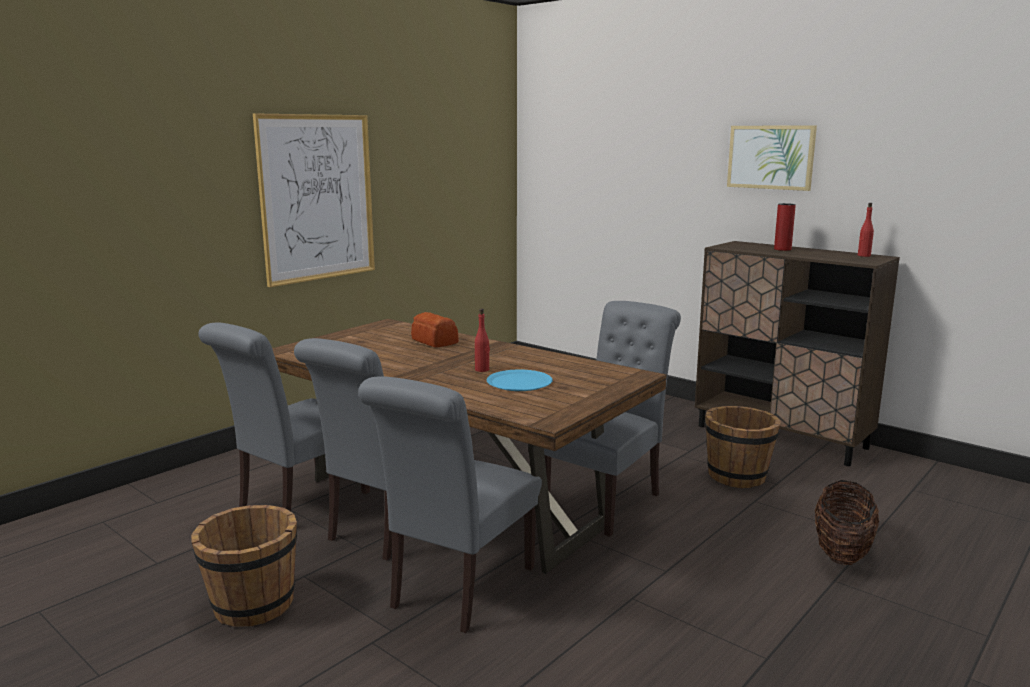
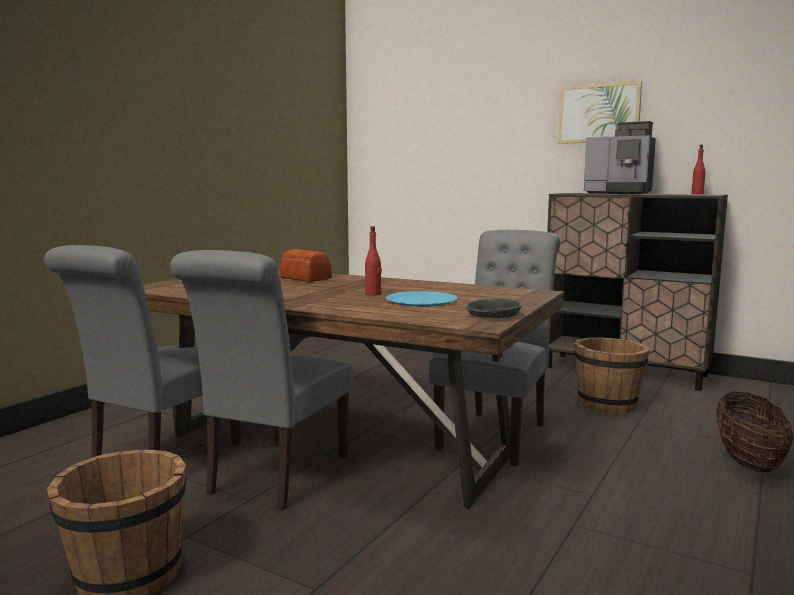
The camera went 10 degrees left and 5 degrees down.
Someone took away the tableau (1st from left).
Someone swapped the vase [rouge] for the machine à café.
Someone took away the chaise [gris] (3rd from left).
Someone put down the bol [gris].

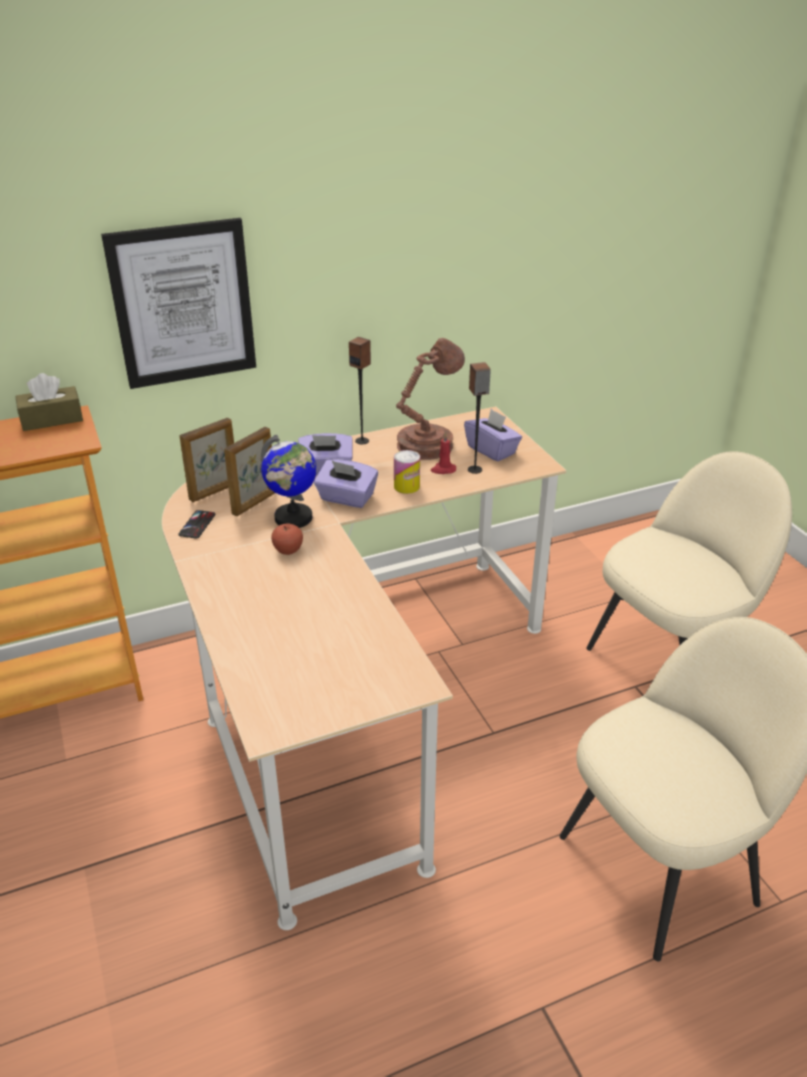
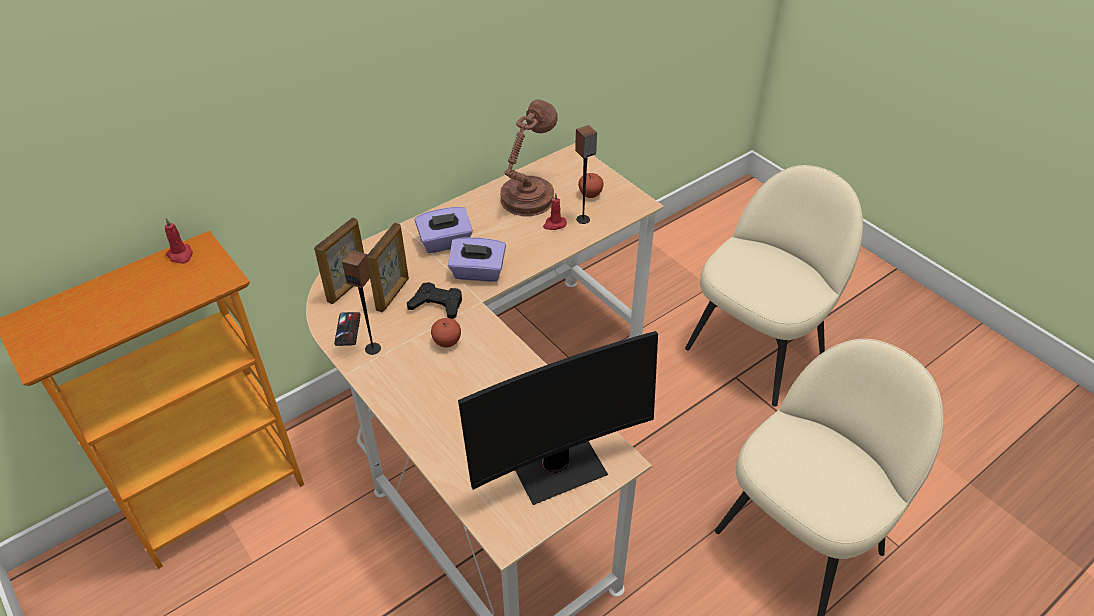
The camera went 15 degrees left and 10 degrees up.
Someone took away the tableau.
Someone carried the enceinte (1st from left).
Someone swapped the boîte à mouchoirs [marron] for the bougie [rouge] (1st from left).
Someone swapped the boîte à mouchoirs [violet] (3rd from left) for the pomme (2nd from left).
Someone swapped the globe for the manette [noir].
Someone took away the boîte métallique.
Someone put down the écran d'ordinateur.

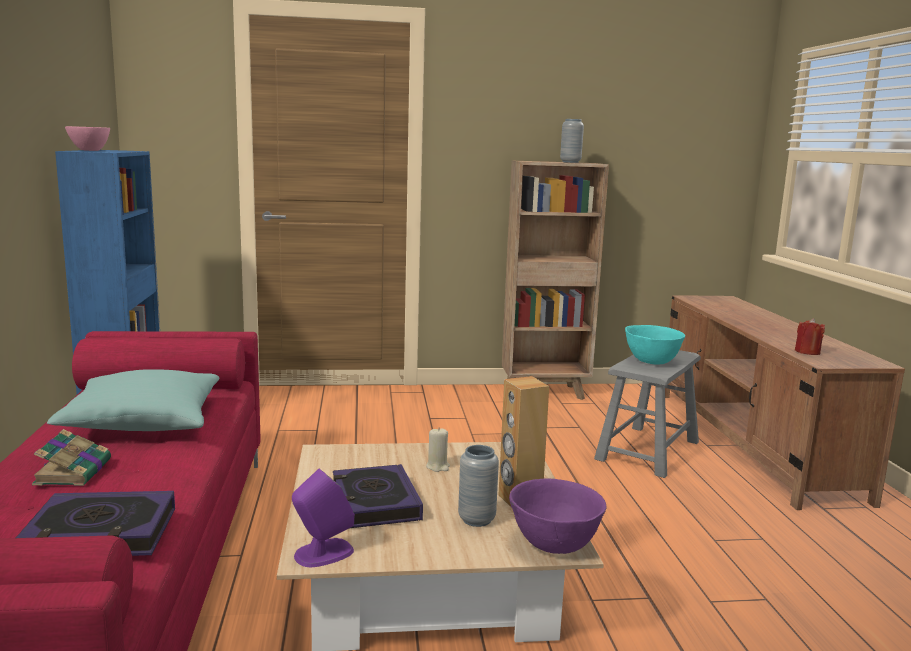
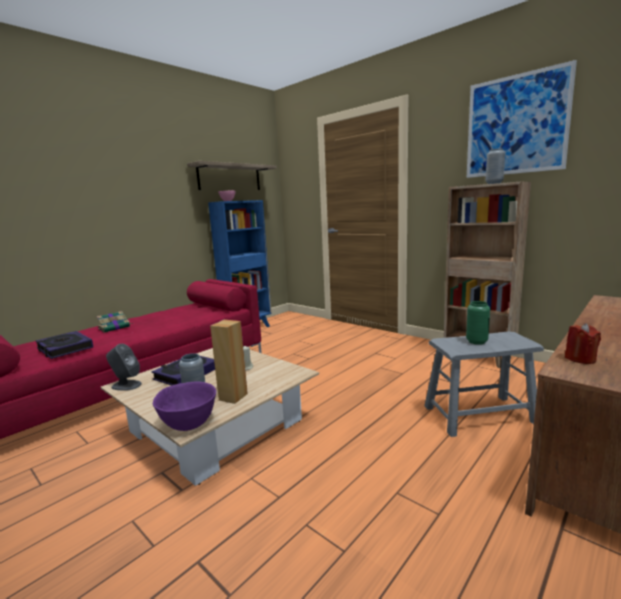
The camera went 50 degrees right and 0 degrees up.
Someone swapped the bol [turquoise] for the vase [vert].
Someone took away the coussin [turquoise].
Someone repainted the enceinte [violet], which became the enceinte [gris].
Someone put up the tableau.
Someone put up the étagère.

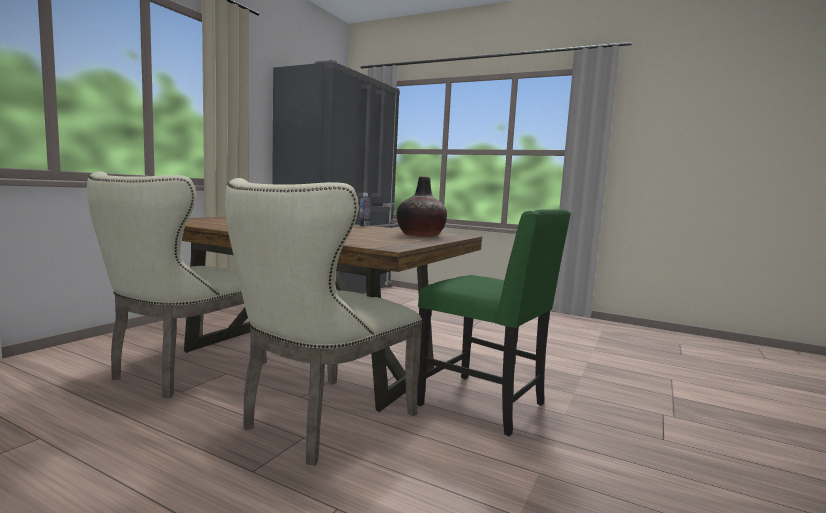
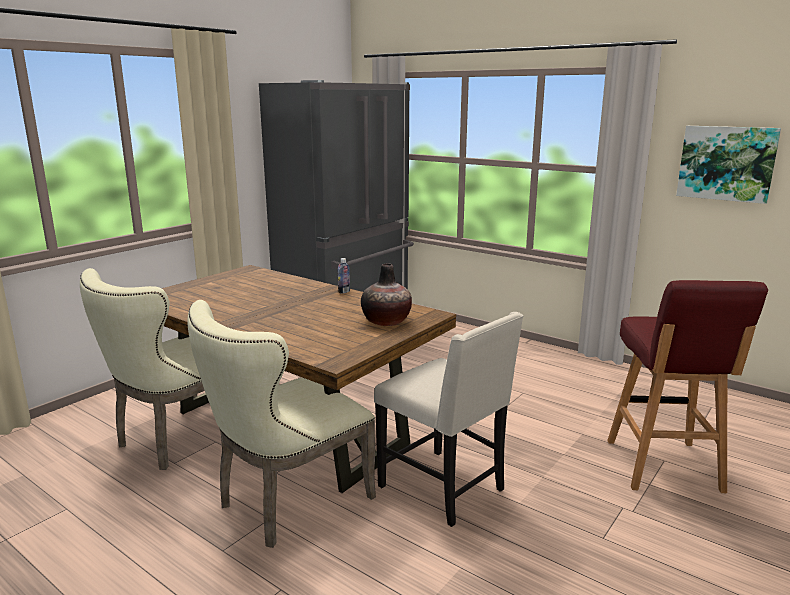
The camera went 10 degrees right and 10 degrees up.
Someone repainted the chaise [vert], which became the chaise [beige] (3rd from left).
Someone put up the tableau.
Someone put down the tabouret [rouge].

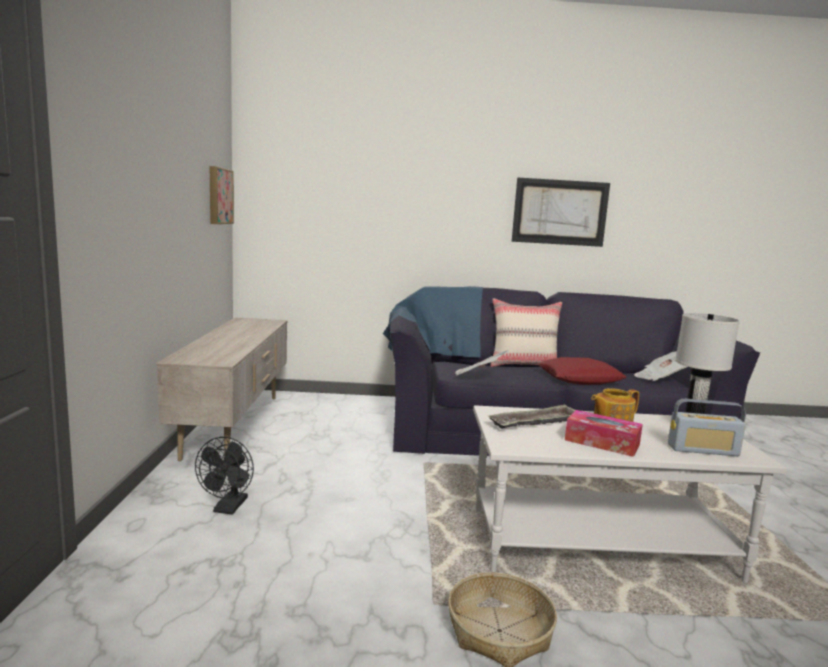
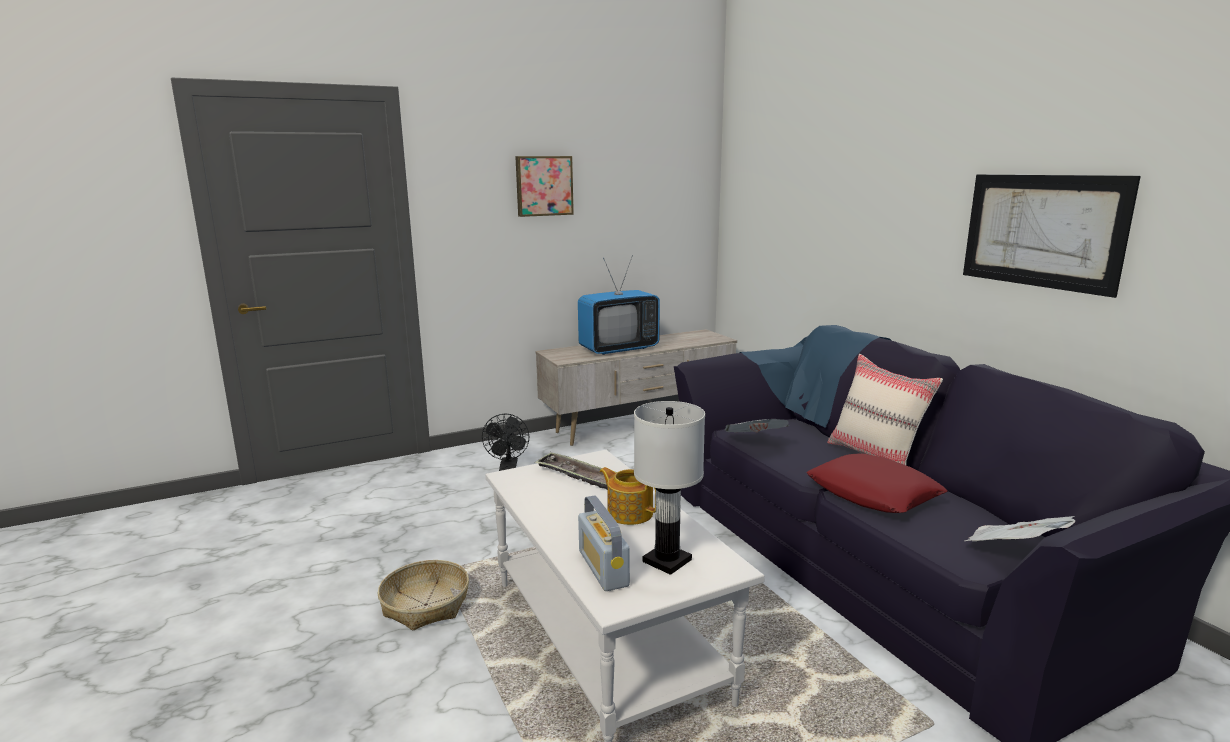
The camera went 65 degrees right and 5 degrees up.
Someone carried the tableau (1st from left).
Someone took away the boîte à mouchoirs.
Someone rotated the ventilateur [noir] by 75 degrees counterclockwise.
Someone put down the téléviseur.

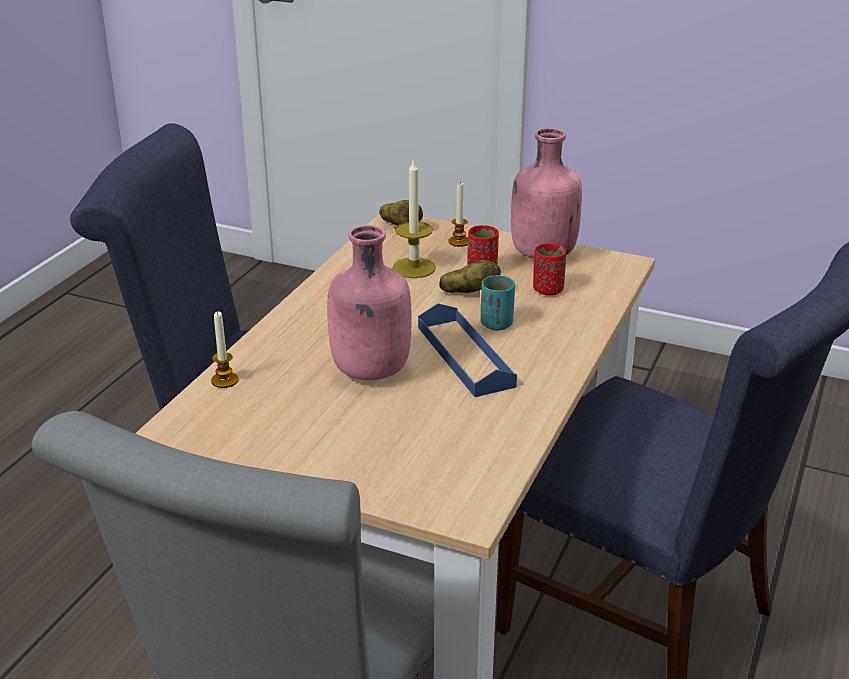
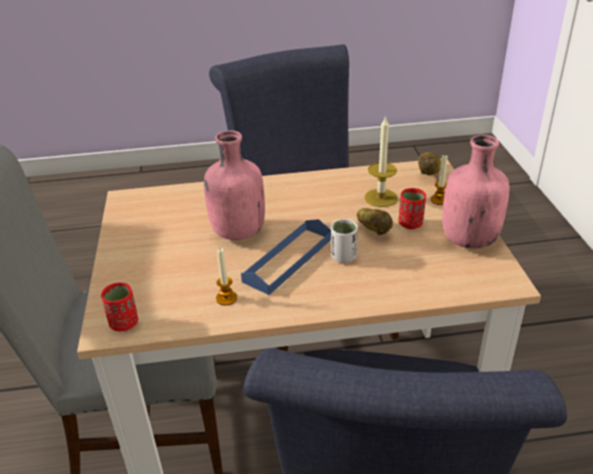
The camera went 60 degrees right and 5 degrees up.
Someone carried the tasse [rouge] (2nd from left in the first image).
Someone repainted the tasse [turquoise], which became the tasse [blanc].
Someone carried the bougie (1st from left).

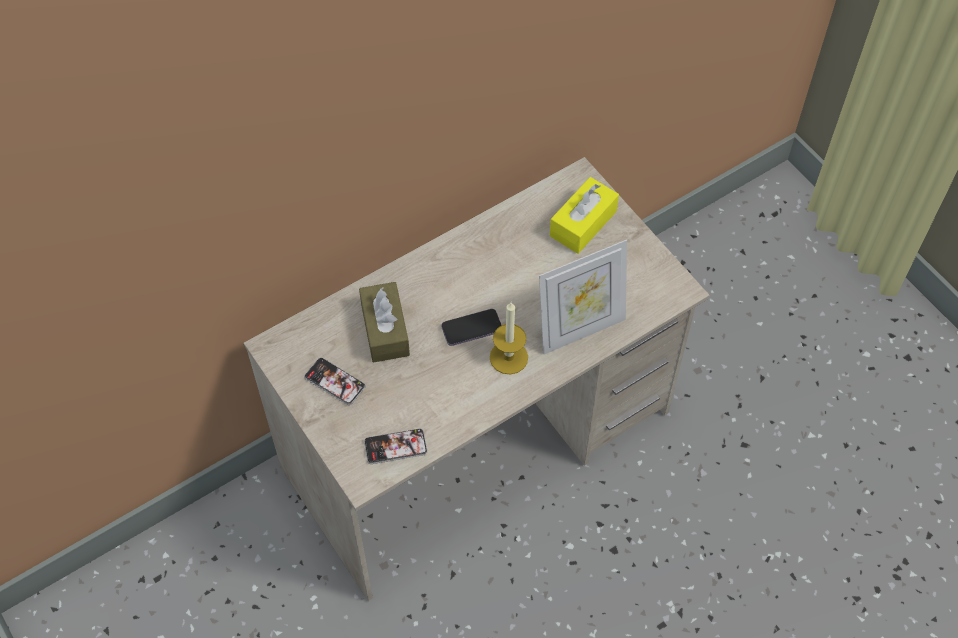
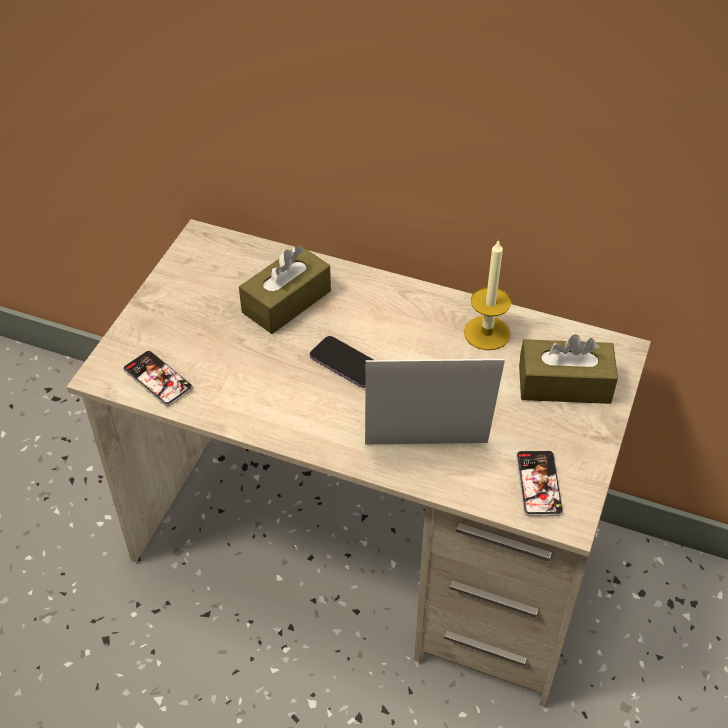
The camera went 55 degrees right and 10 degrees down.
Someone repainted the boîte à mouchoirs [jaune], which became the boîte à mouchoirs [marron] (2nd from left).
Someone rotated the cadre photo by 150 degrees clockwise.
Someone carried the bougie.
Someone carried the téléphone (1st from left in the first image).

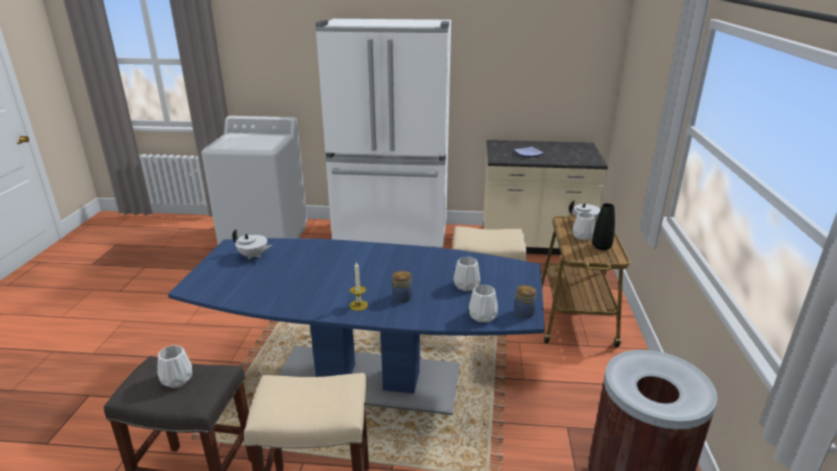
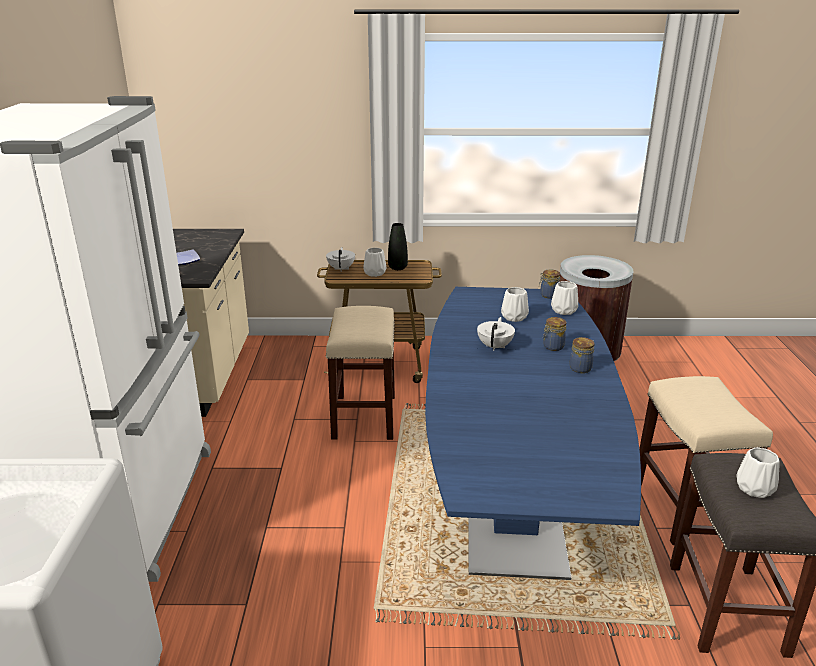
The camera went 95 degrees left and 0 degrees up.
Someone carried the théière [blanc] (1st from left in the first image).
Someone swapped the bougie for the bocal (3rd from left).

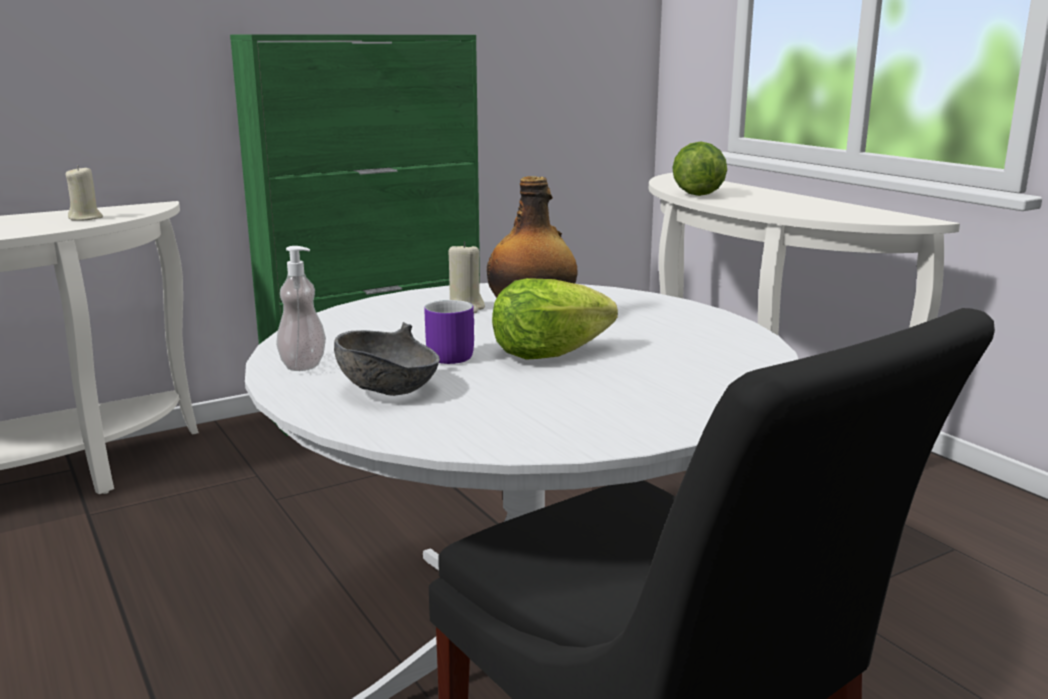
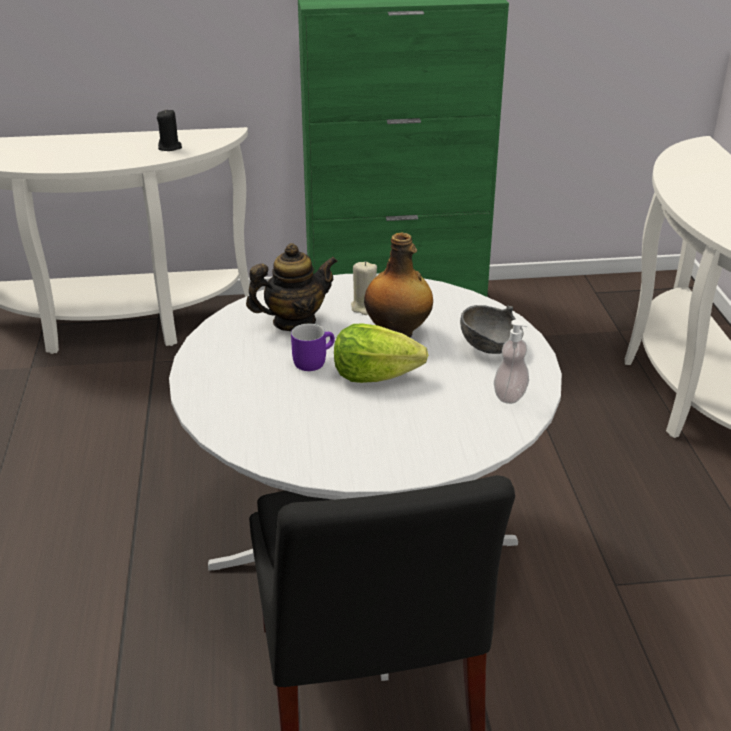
The camera went 25 degrees right and 15 degrees up.
Someone took away the laitue (2nd from left).
Someone repainted the bougie [beige] (1st from left), which became the bougie [noir].
Someone carried the distributeur de savon.
Someone carried the bol [gris].
Someone put down the théière.

